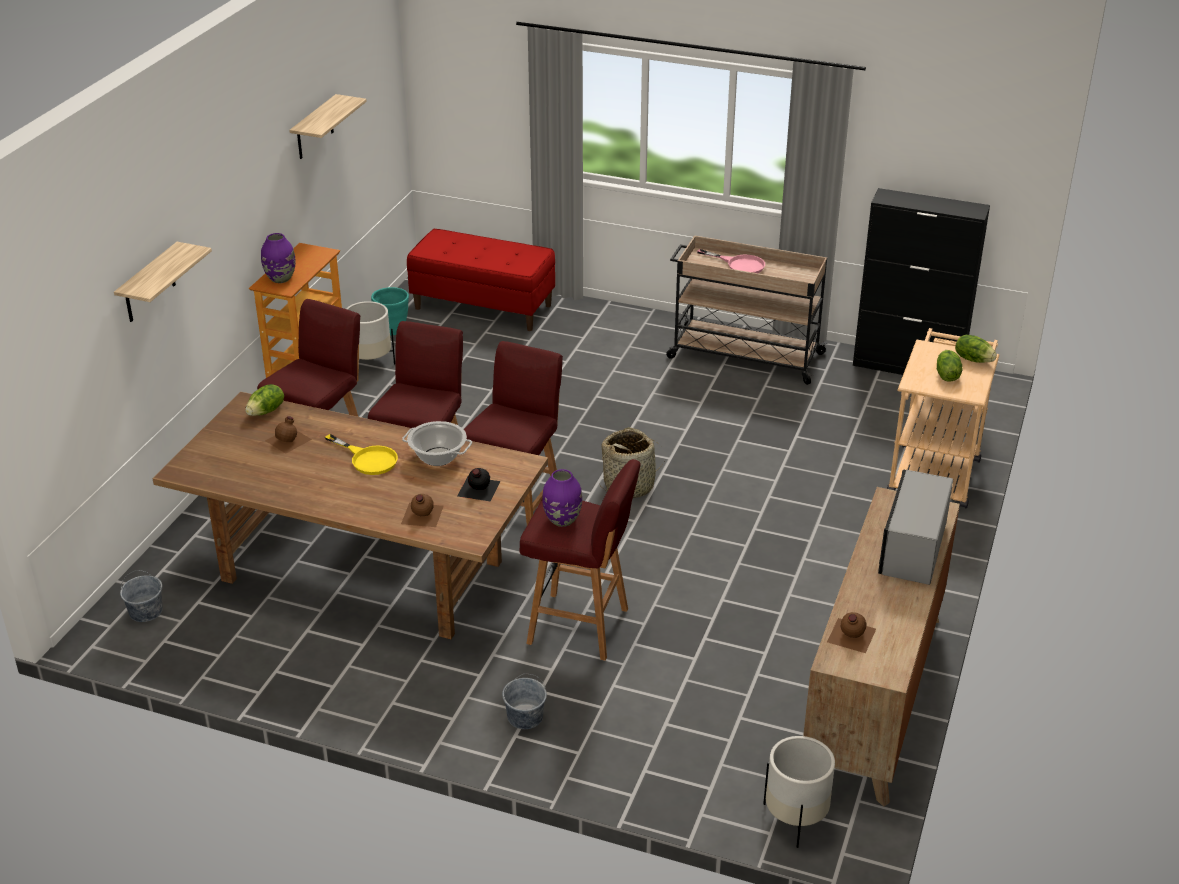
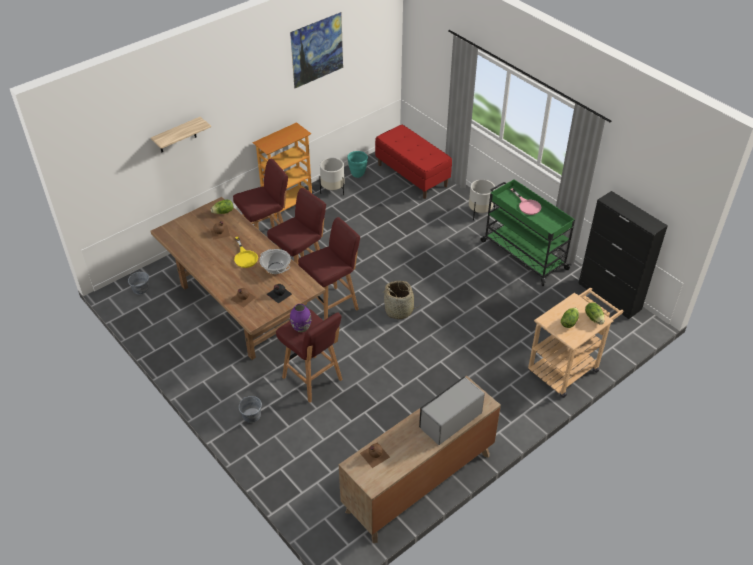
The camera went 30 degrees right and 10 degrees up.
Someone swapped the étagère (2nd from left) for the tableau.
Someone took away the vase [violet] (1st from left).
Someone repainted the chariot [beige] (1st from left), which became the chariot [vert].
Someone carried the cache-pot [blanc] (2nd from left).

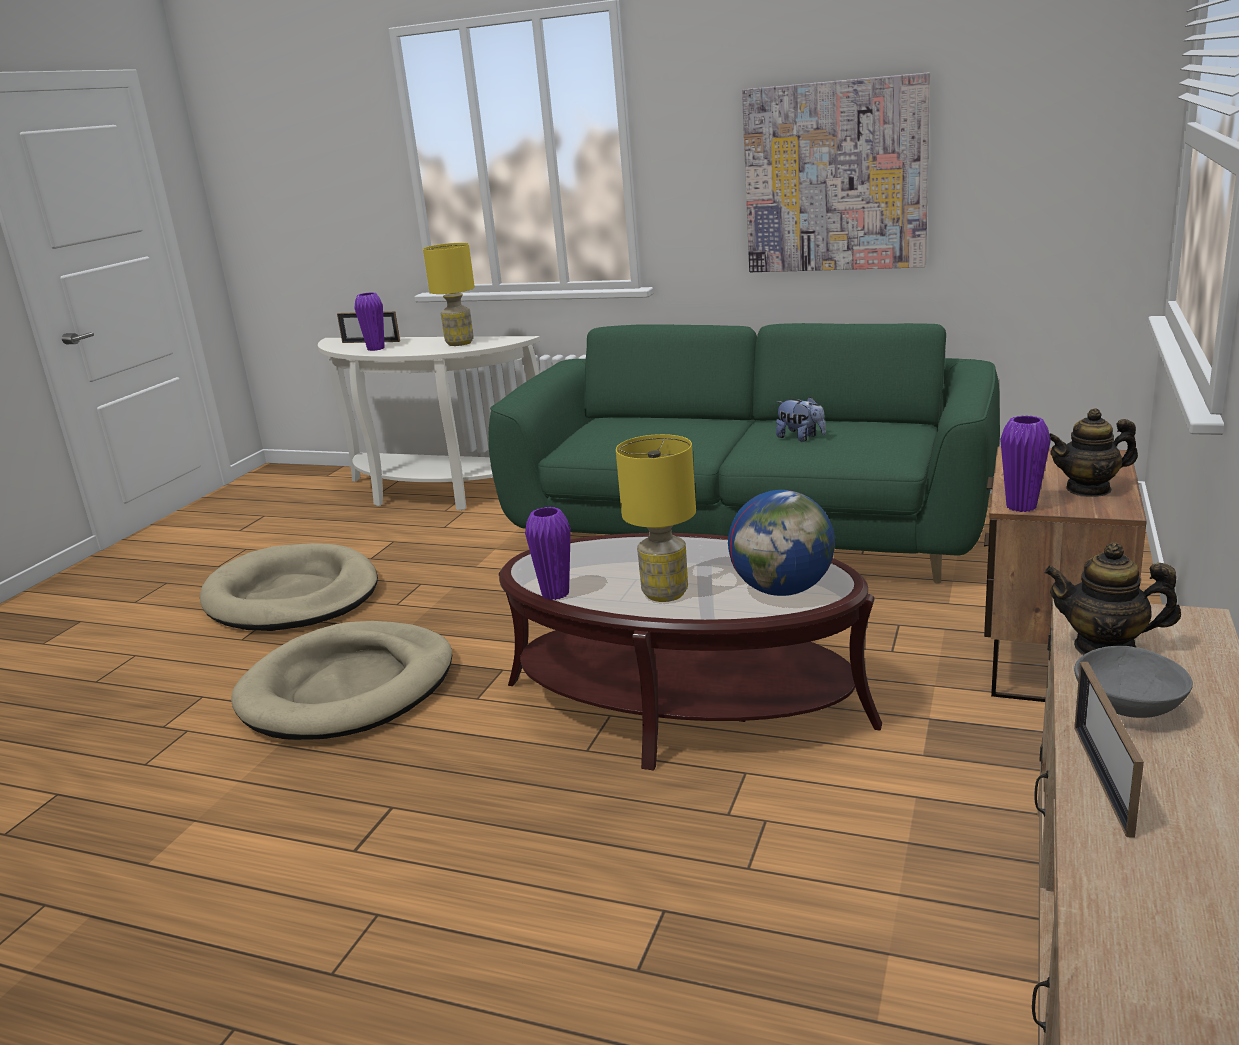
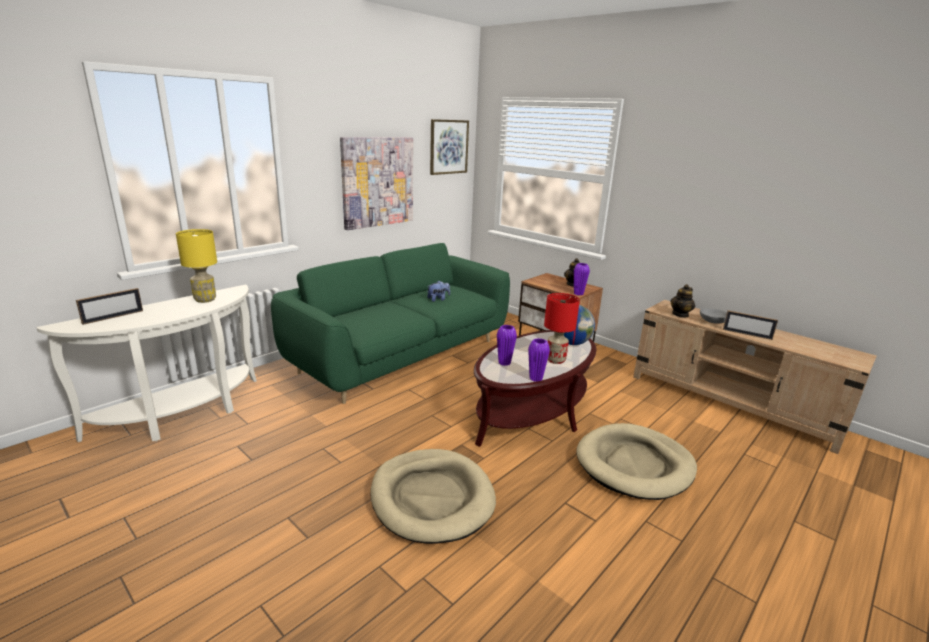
The camera went 70 degrees left and 0 degrees up.
Someone carried the vase [violet] (1st from left).
Someone repainted the lampe de table [jaune] (2nd from left), which became the lampe de table [rouge].
Someone carried the panier pour chien [beige] (1st from left in the first image).
Someone put up the tableau (2nd from left).

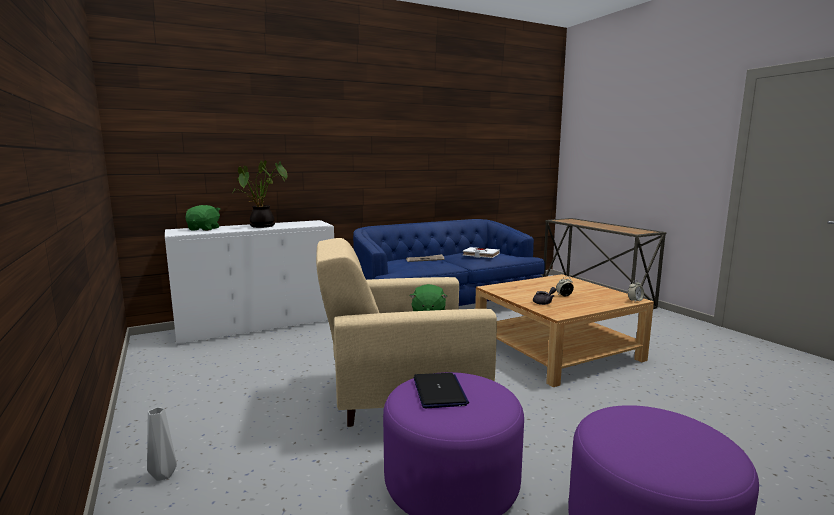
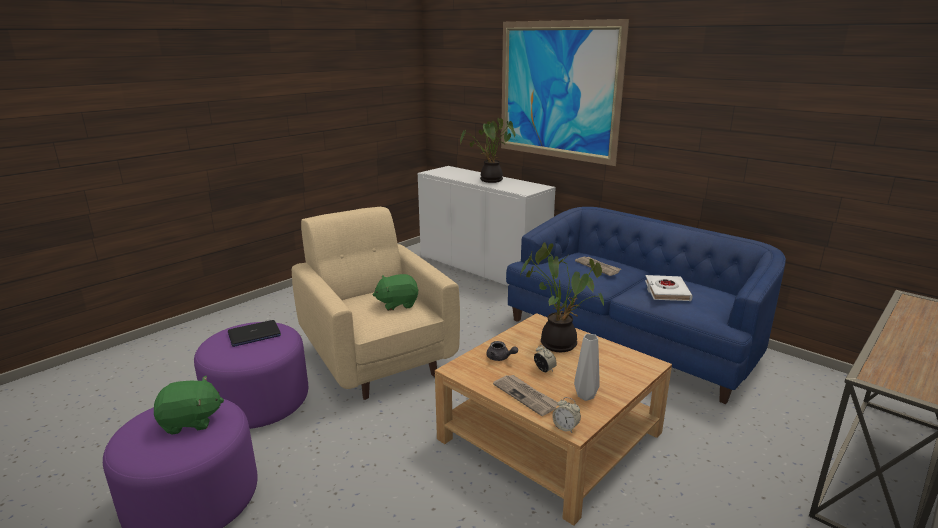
The camera went 70 degrees right and 10 degrees up.
Someone carried the peluche [vert] (1st from left).
Someone carried the vase [gris].
Someone put up the tableau.
Someone put down the plante en pot (2nd from left).
Someone put down the journal (1st from left).

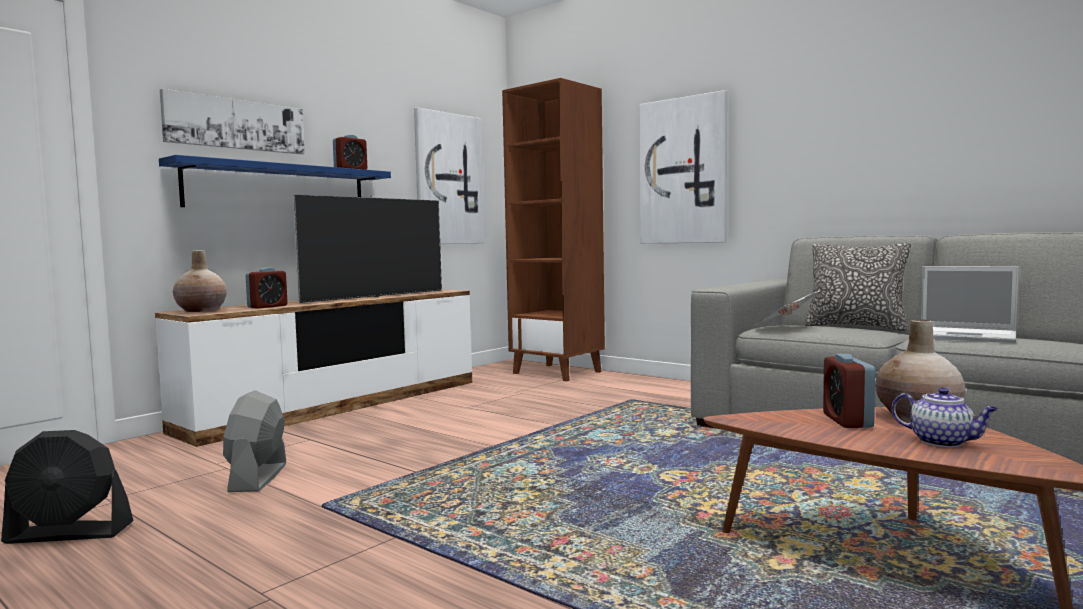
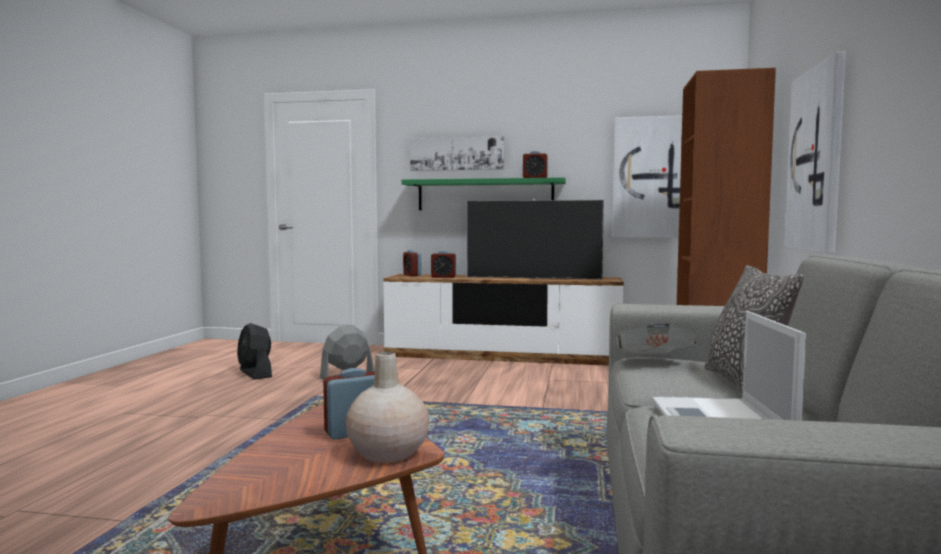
The camera went 60 degrees right and 0 degrees up.
Someone repainted the étagère [bleu], which became the étagère [vert].
Someone swapped the vase [beige] (1st from left) for the réveil (2nd from left).
Someone took away the théière.

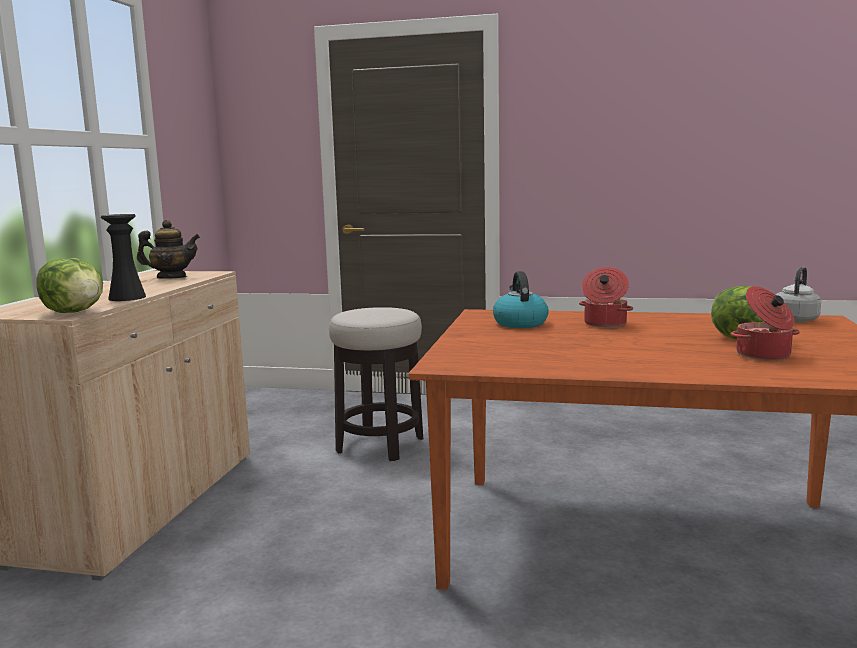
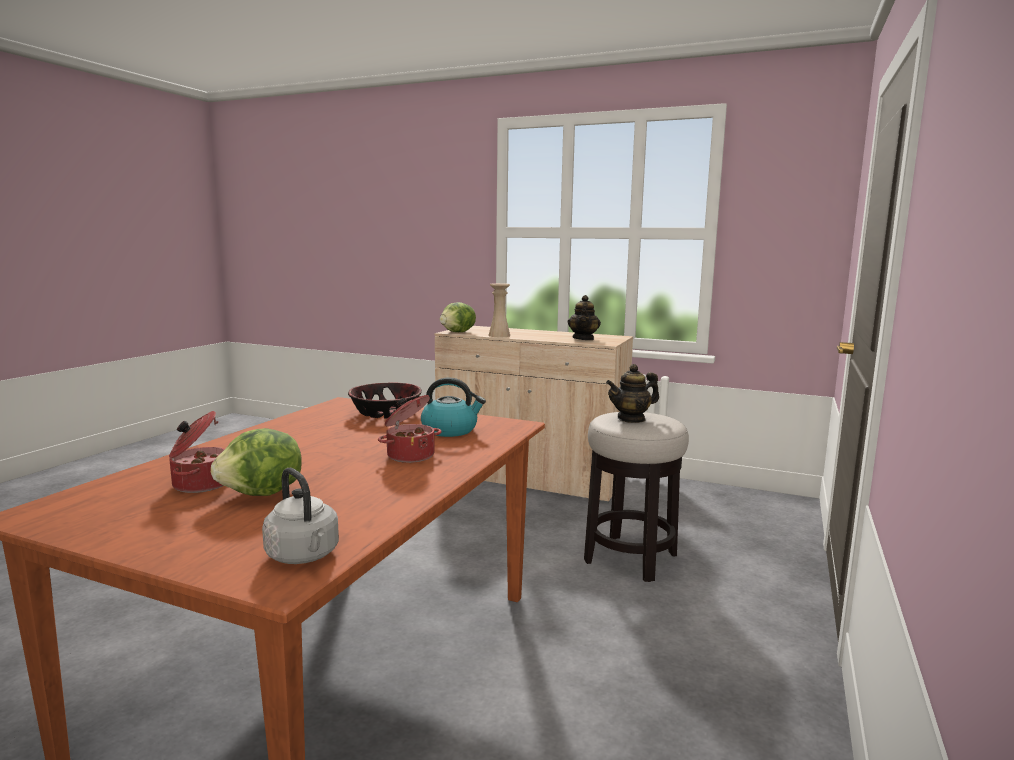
The camera went 100 degrees right and 0 degrees up.
Someone repainted the vase [noir], which became the vase [beige].
Someone put down the théière (2nd from left).
Someone put down the bol.

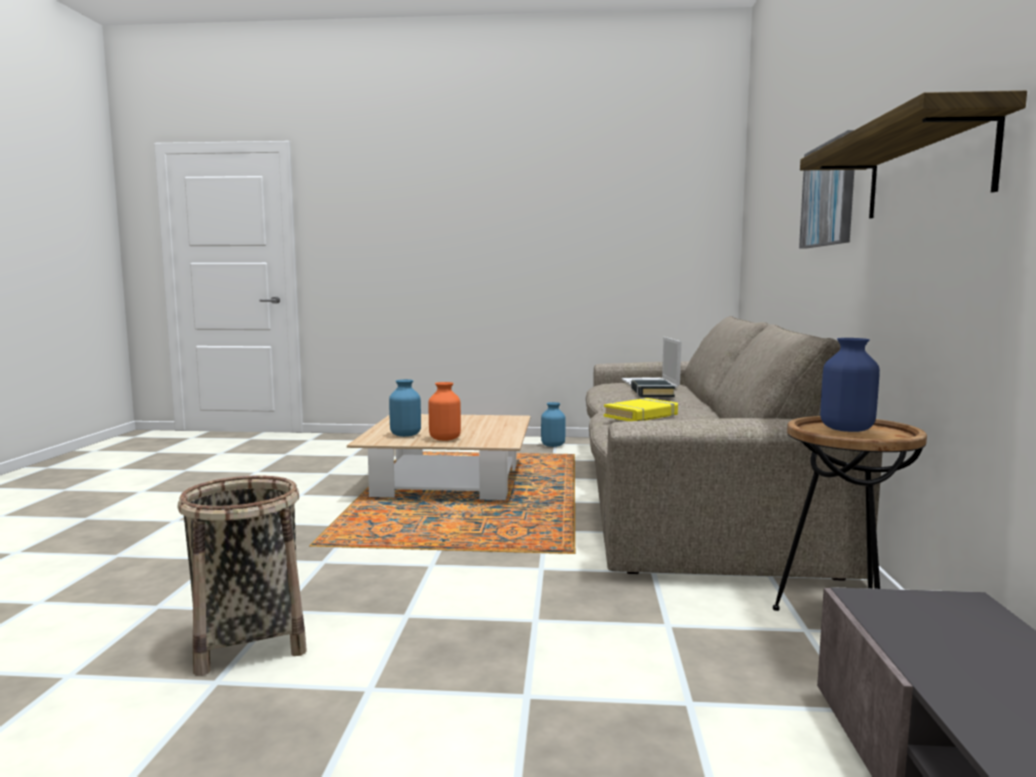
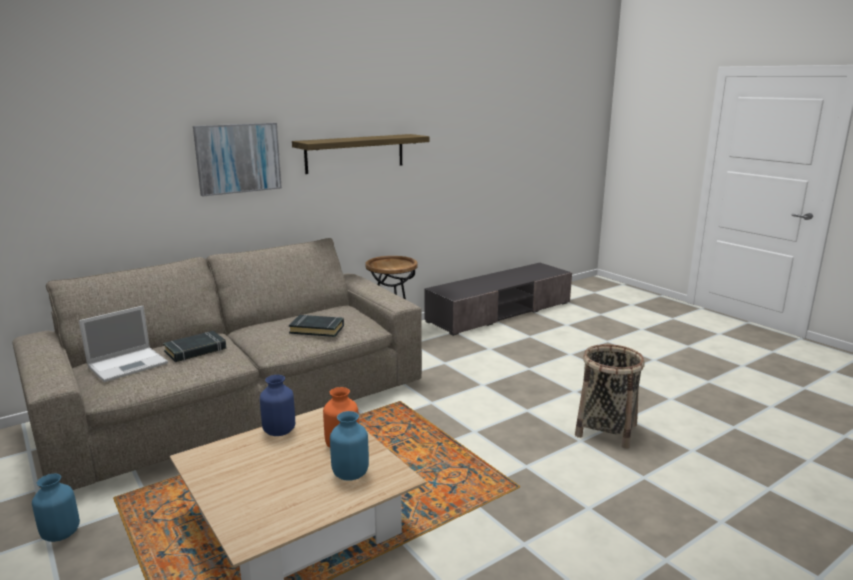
The camera went 130 degrees left and 10 degrees up.
Someone carried the vase [bleu] (3rd from left in the first image).
Someone repainted the livre [jaune], which became the livre [noir] (2nd from left).

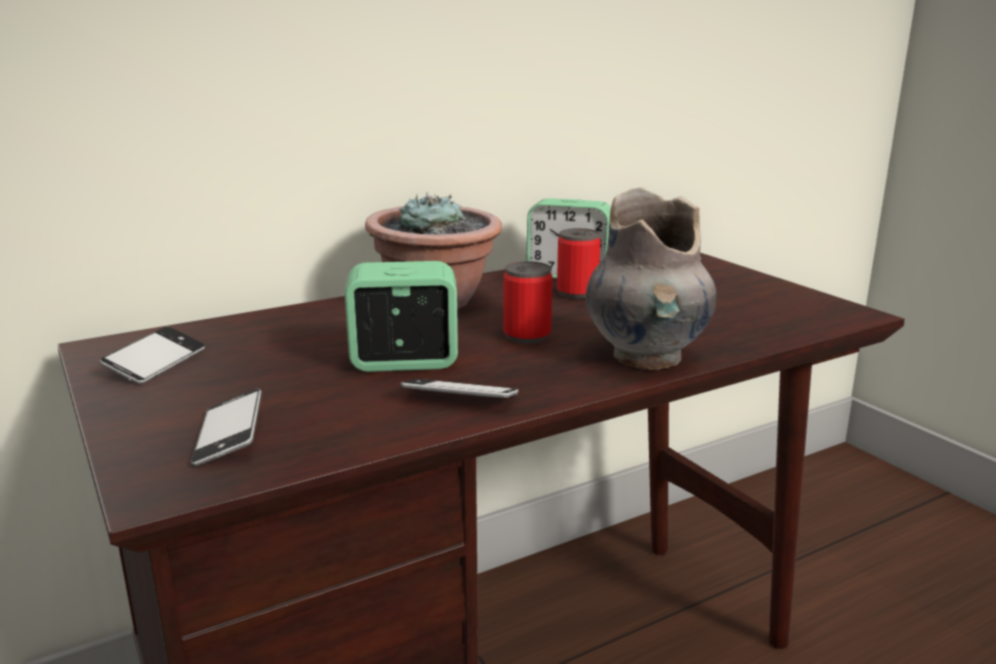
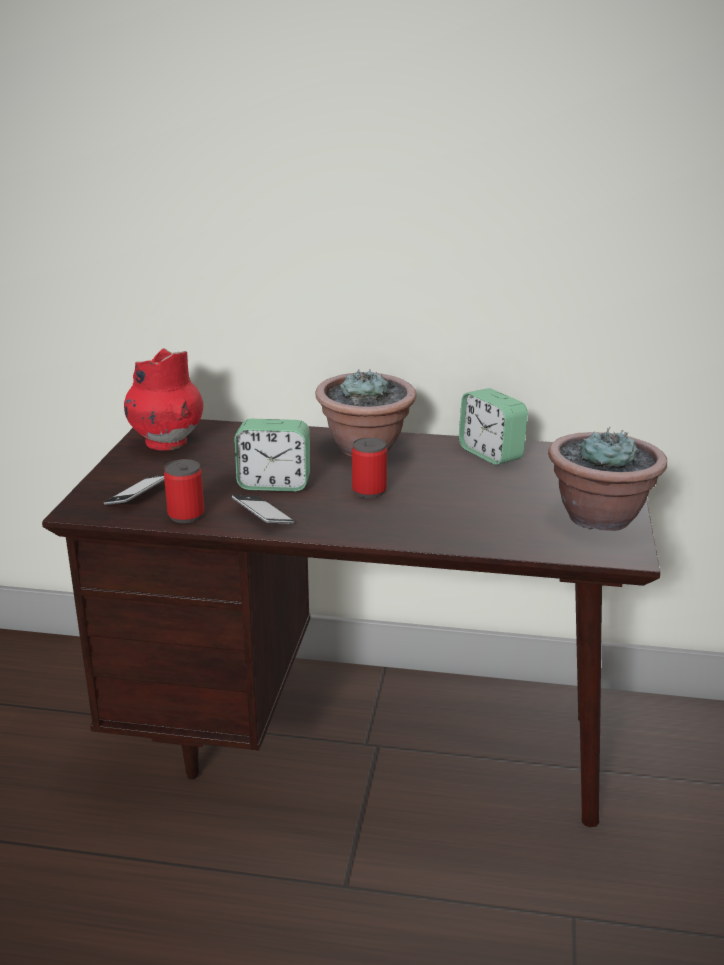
The camera went 40 degrees right and 5 degrees up.
Someone took away the vase [gris].
Someone carried the boîte métallique (2nd from left in the first image).
Someone rotated the réveil (1st from left) by 150 degrees clockwise.
Someone swapped the téléphone (1st from left) for the vase [rouge].
Someone put down the plante en pot (2nd from left).

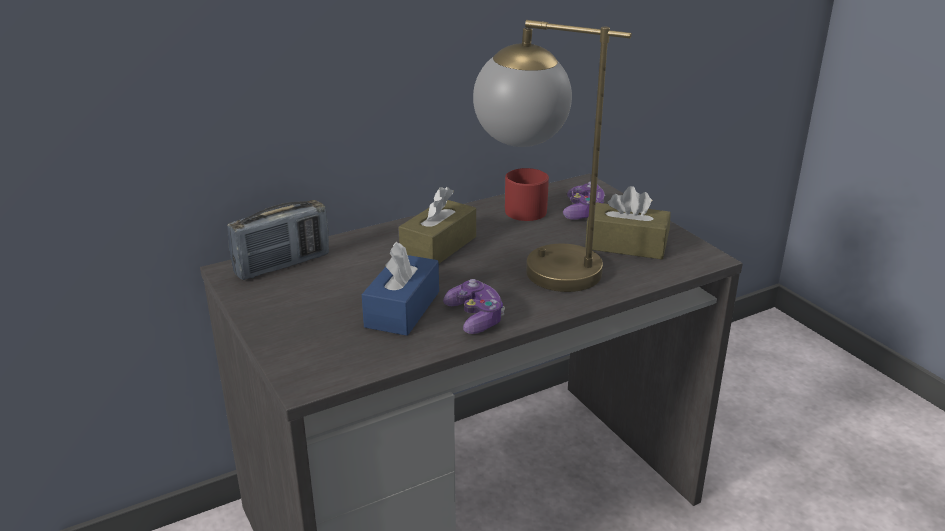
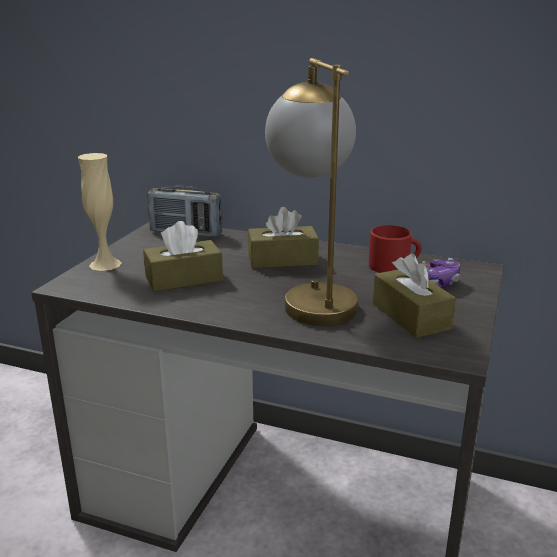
The camera went 50 degrees right and 5 degrees down.
Someone repainted the boîte à mouchoirs [bleu], which became the boîte à mouchoirs [marron] (1st from left).
Someone took away the manette (1st from left).
Someone put down the vase [beige].

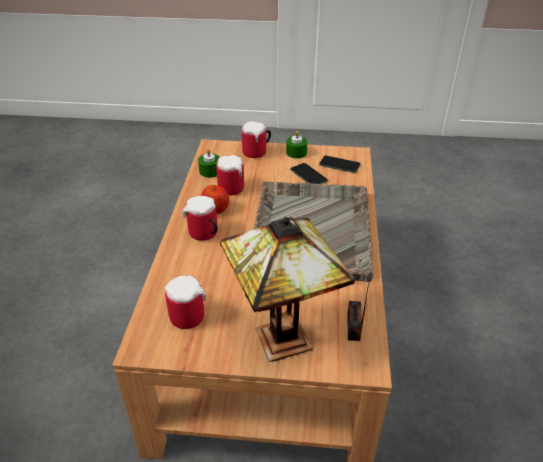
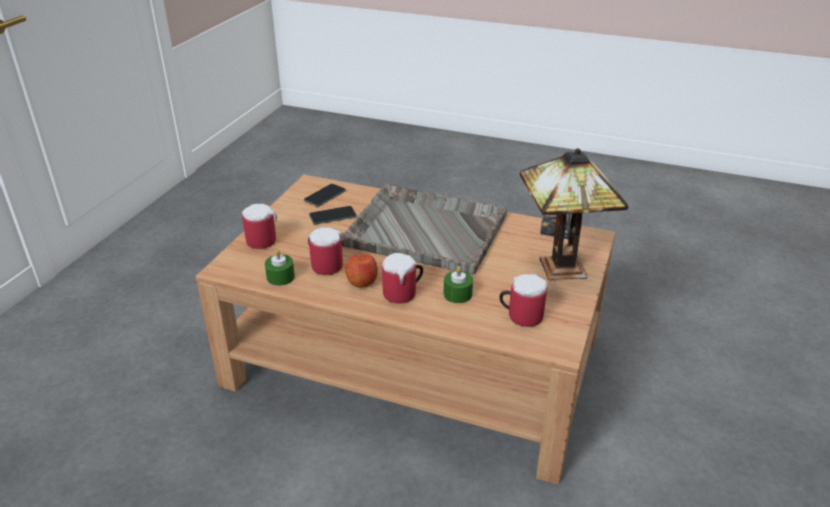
The camera went 75 degrees left and 5 degrees down.
Someone carried the bougie [vert] (2nd from left).

